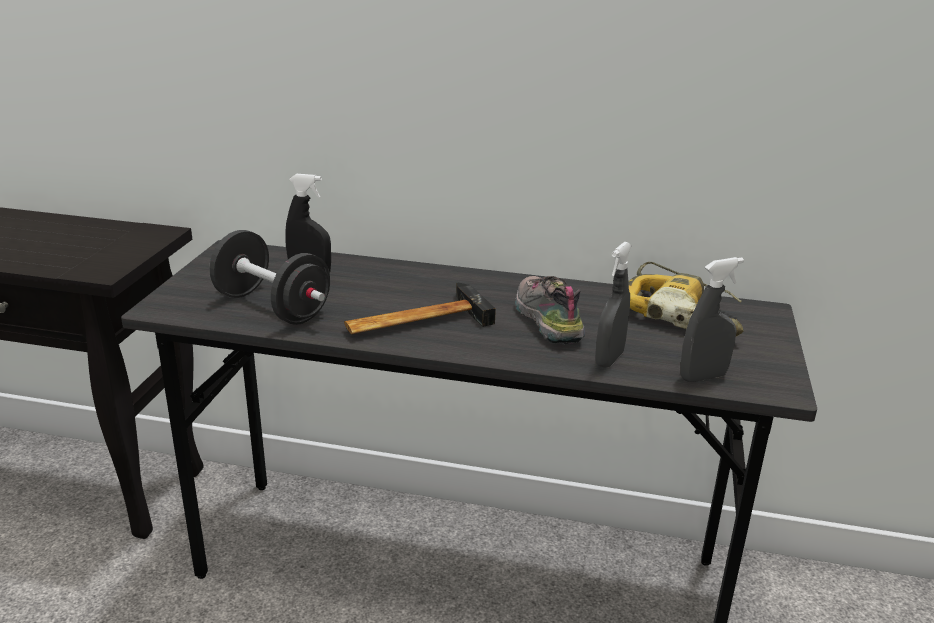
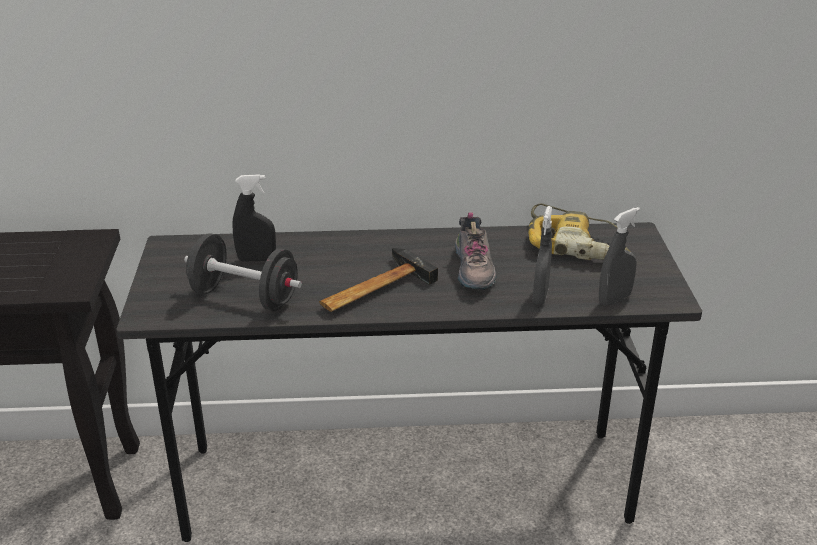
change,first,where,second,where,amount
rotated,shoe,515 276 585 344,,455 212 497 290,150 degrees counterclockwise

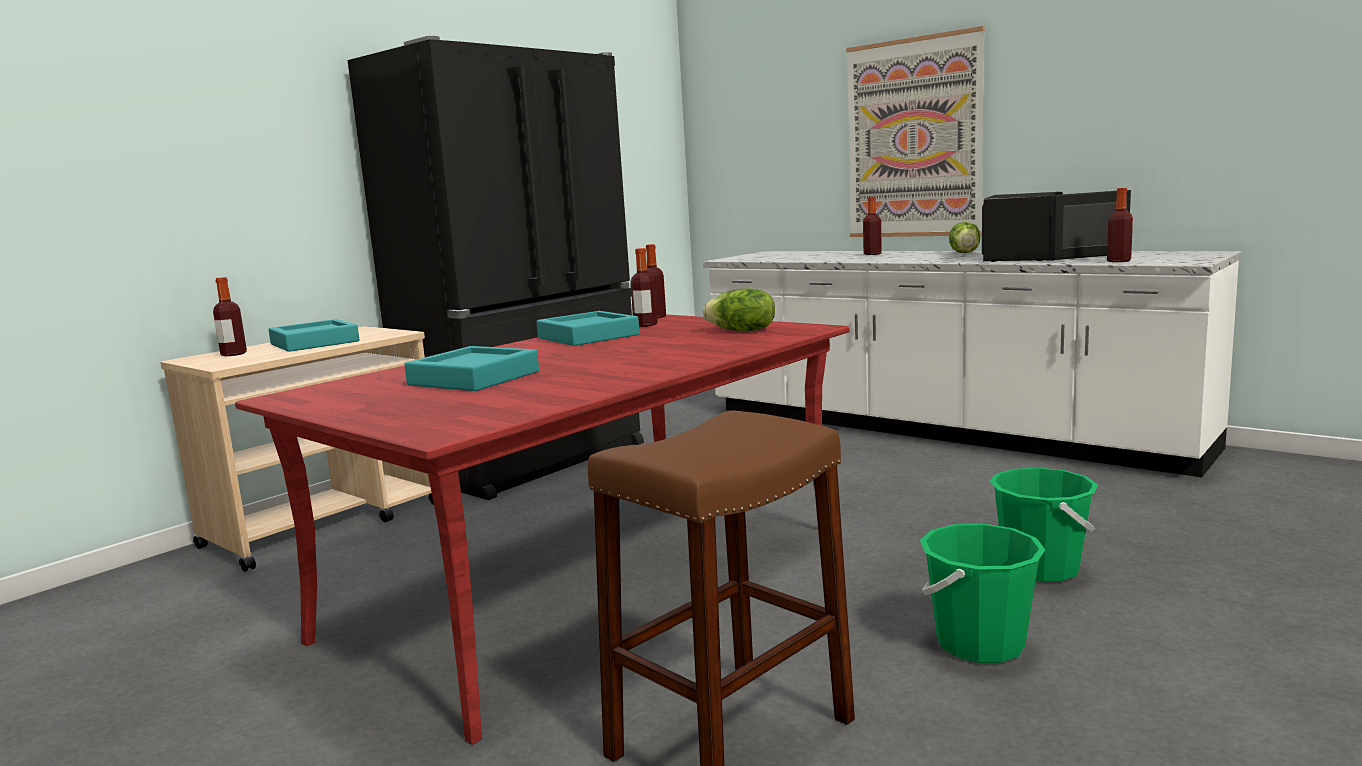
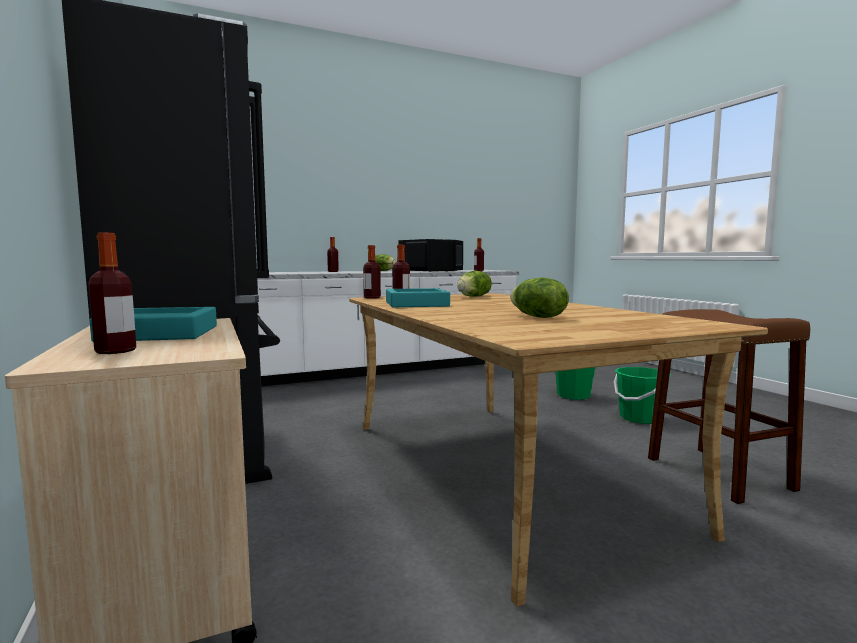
change,first,where,second,where,amount
repainted,dining table (red),235 314 850 745,dining table (beige),349 293 768 607,
swapped,tray (turquoise),405 346 539 391,lettuce,510 277 569 318,
gone,picture,846 26 985 237,,,

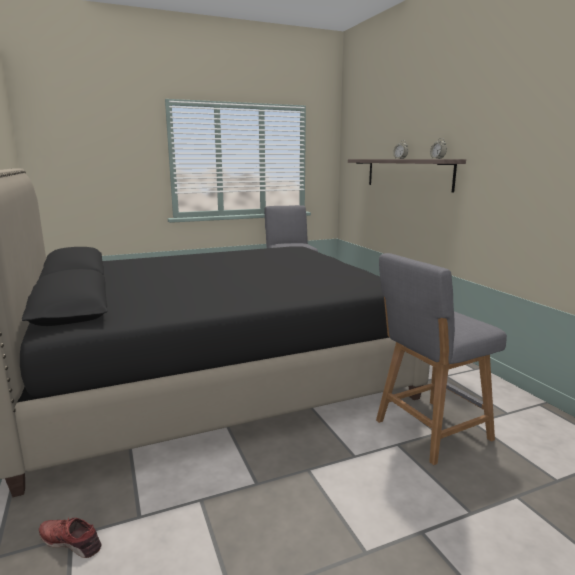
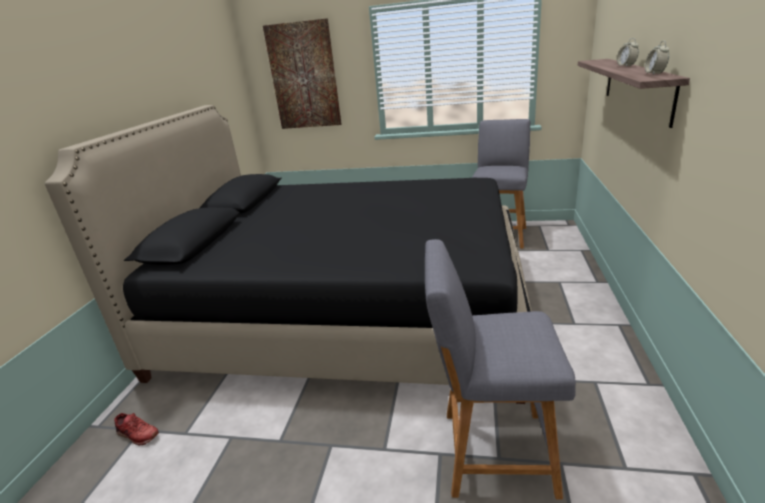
change,first,where,second,where,amount
rotated,shoe (red),39 517 101 558,,114 413 159 445,150 degrees clockwise
new,,,picture,263 18 342 129,

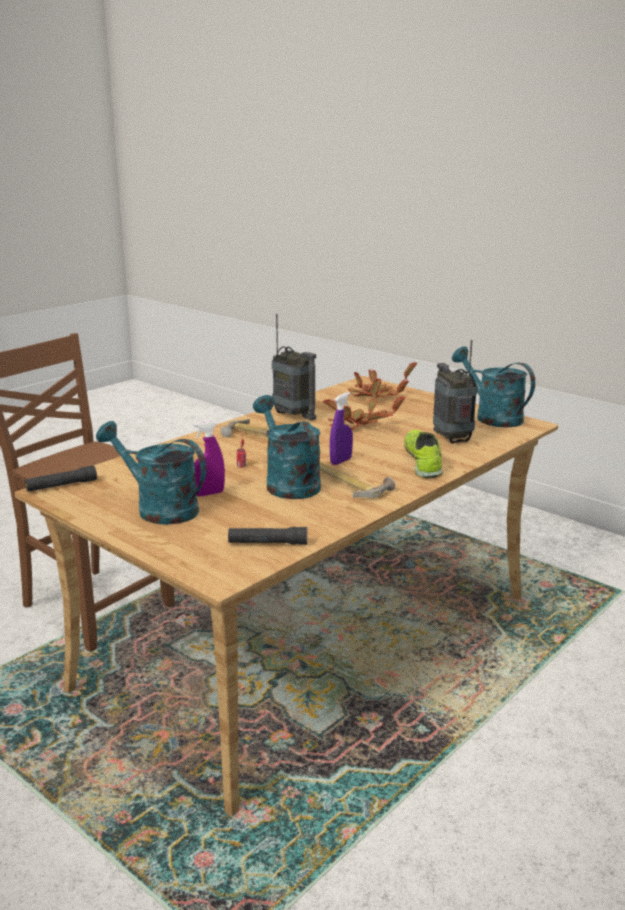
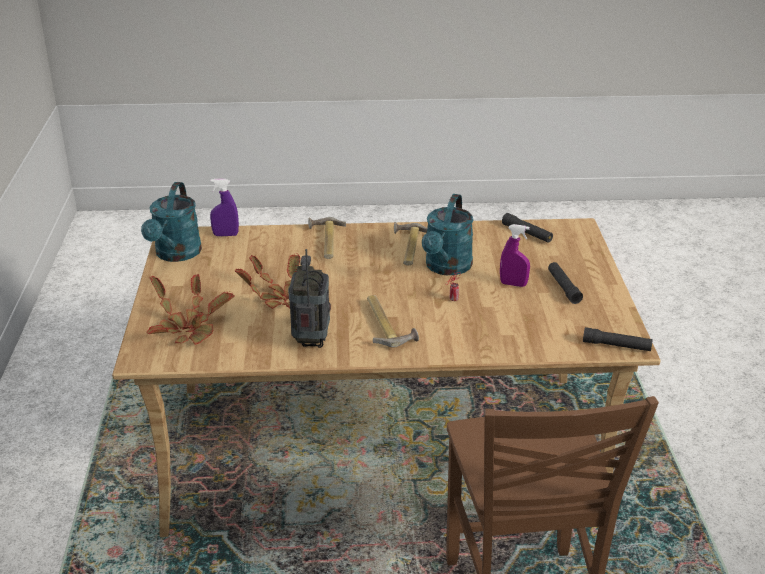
change,first,where,second,where,amount
shifted,spray bottle (purple),330 392 353 465,,210 179 239 236,
swapped,shoe,404 430 442 478,hammer,308 217 346 259,
swapped,watering can (turquoise),96 421 206 525,flashlight (black),548 262 583 304,
gone,radio,433 340 478 443,,,

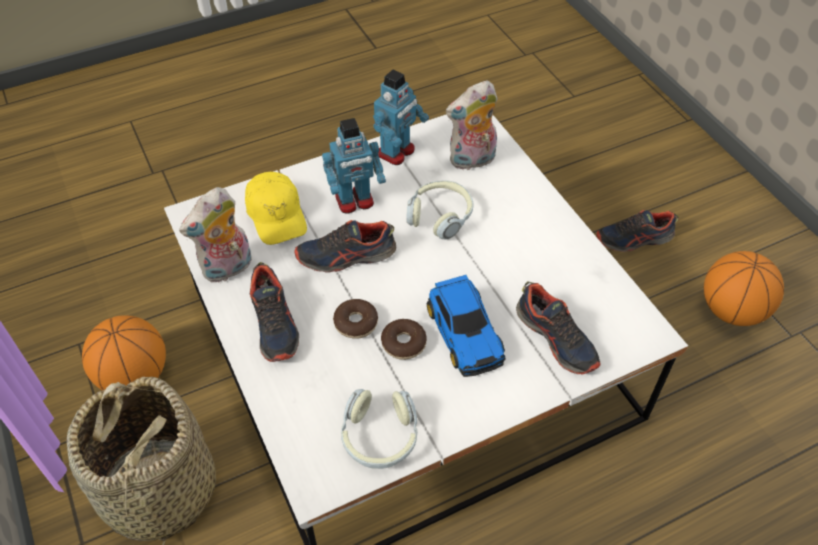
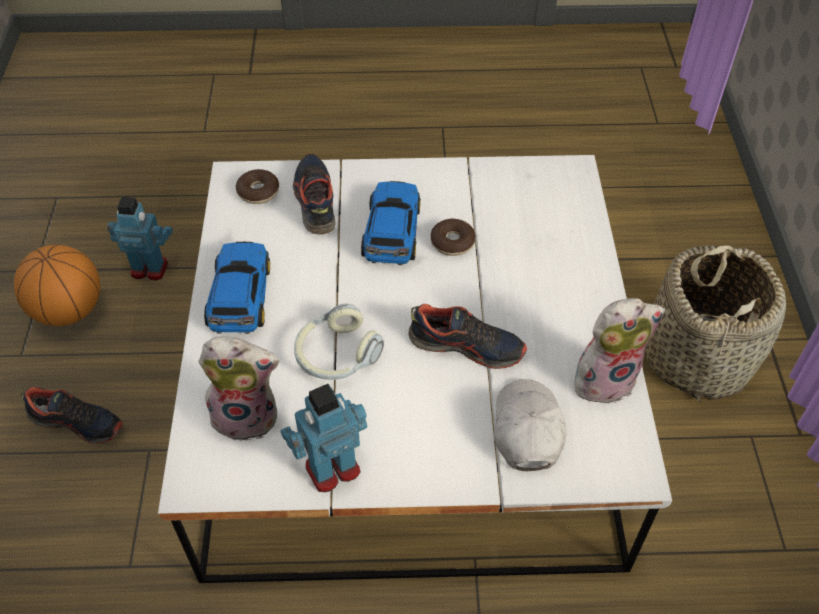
change,first,where,second,where,amount
shifted,toy robot,322 118 386 213,,107 197 173 281,
new,,,toy car,204 242 270 334,
shifted,donut,333 299 378 339,,236 169 279 204,
repainted,cap (yellow),245 172 307 245,cap (white),494 379 567 471,
gone,basketball,82 315 166 391,,,
gone,shoe,250 262 299 362,,,
gone,headphones,341 389 417 469,,,

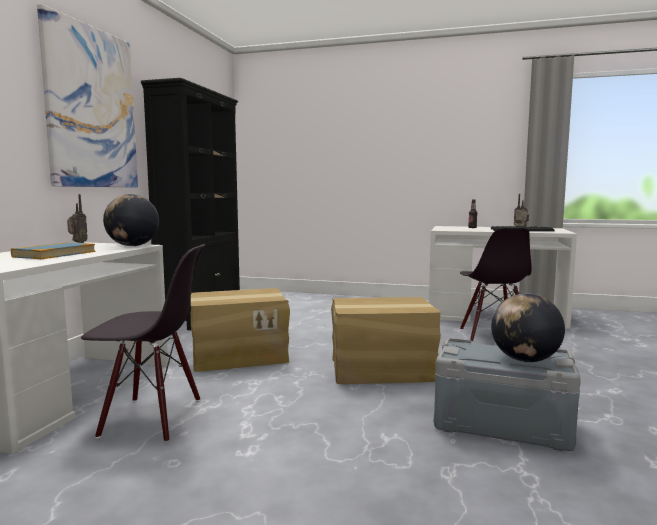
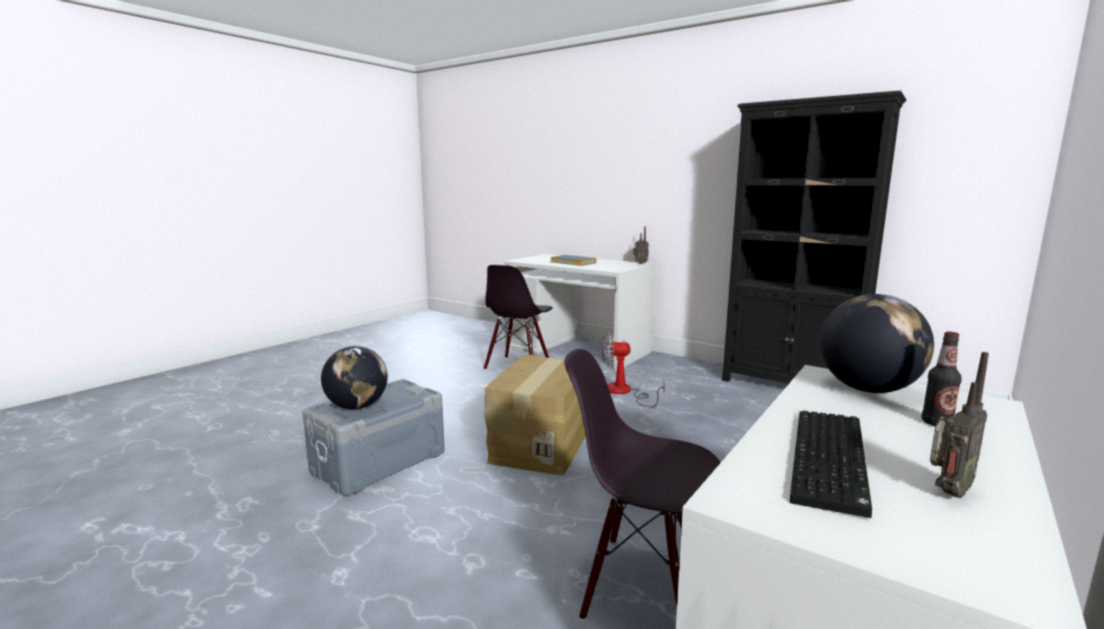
change,first,where,second,where,amount
swapped,cardboard box,191 288 290 372,fan,602 333 665 407,
shifted,globe,103 194 159 246,,820 294 934 393,
gone,picture,37 4 138 188,,,

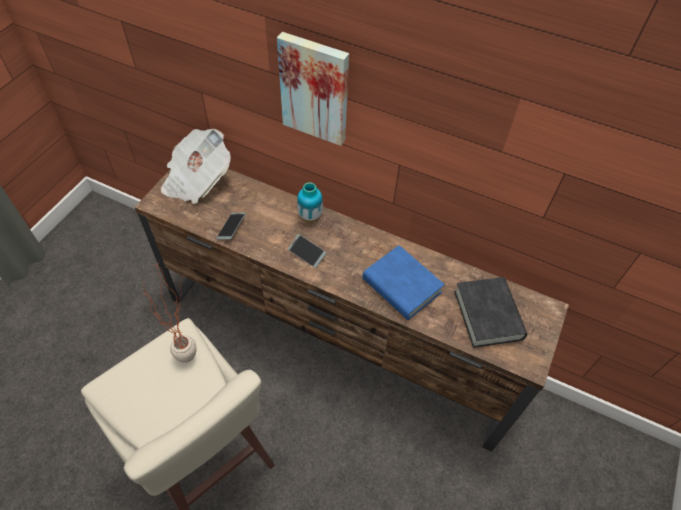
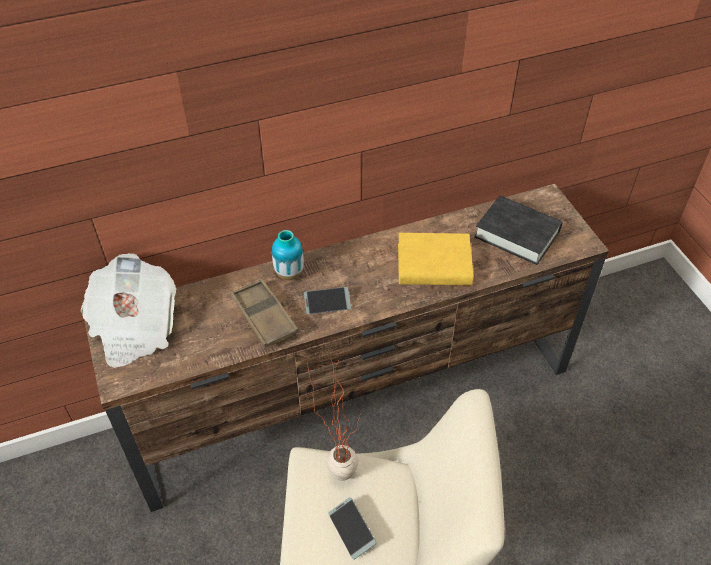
change,first,where,second,where,amount
new,,,tray (brown),230 279 299 348,
shifted,phone,216 212 246 240,,329 497 376 560,
repainted,book (blue),363 245 445 320,book (yellow),398 233 473 286,
gone,picture,277 32 349 146,,,

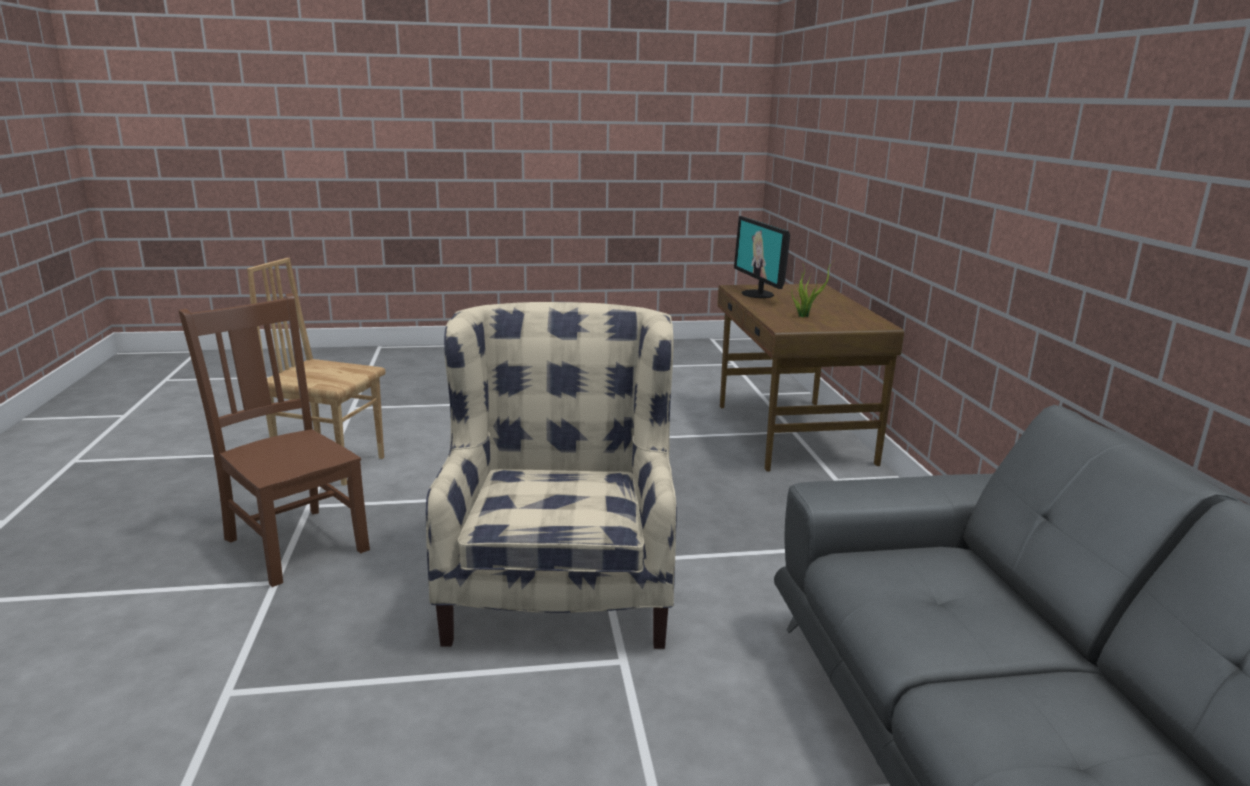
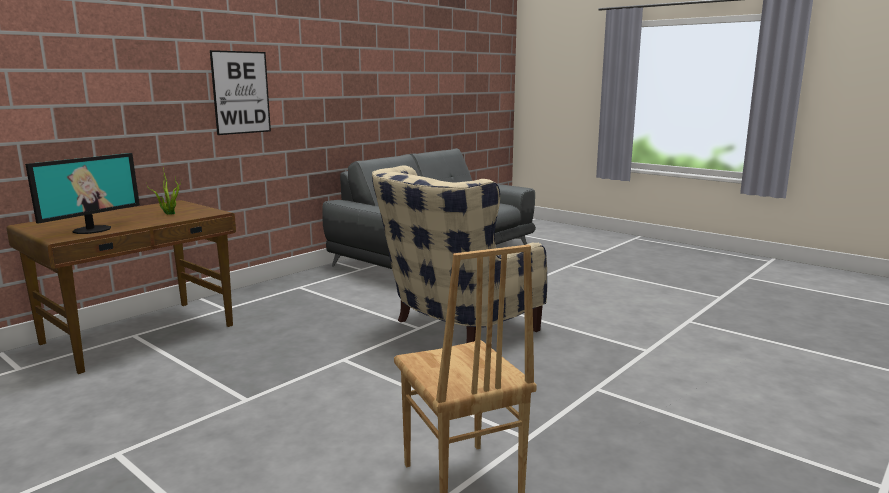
change,first,where,second,where,amount
new,,,picture,210 50 271 135,
gone,chair (brown),178 293 370 587,,,

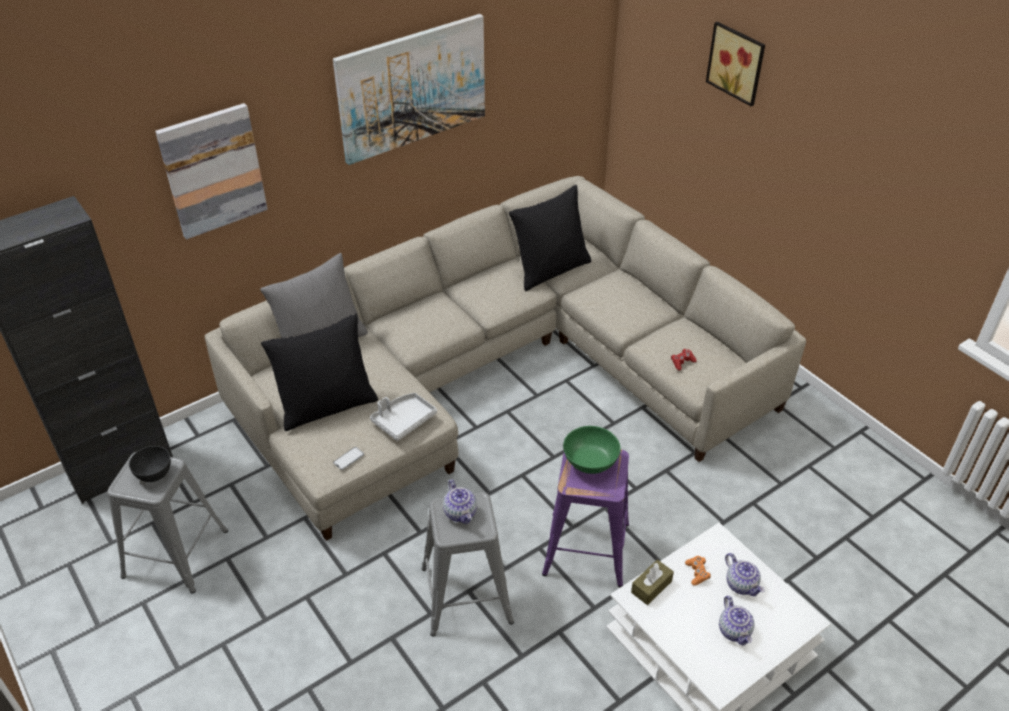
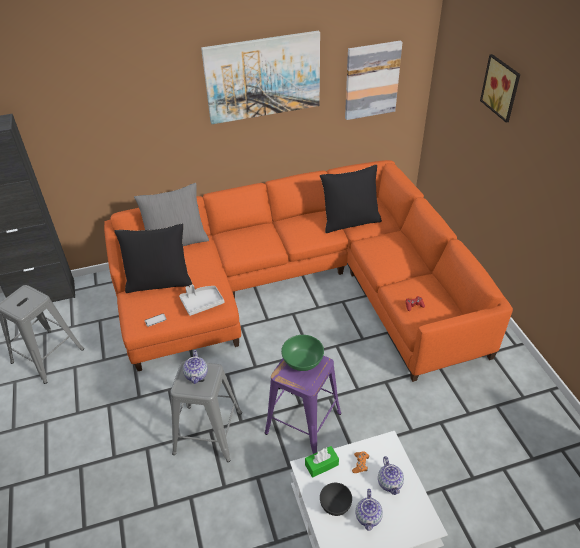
change,first,where,second,where,amount
repainted,sofa (beige),205 176 806 541,sofa (orange),104 160 513 382,
repainted,tissue box (brown),631 560 674 605,tissue box (green),305 446 339 478,
shifted,bowl (grey),129 446 171 482,,320 483 352 516,
shifted,picture,155 103 268 239,,345 40 402 120,

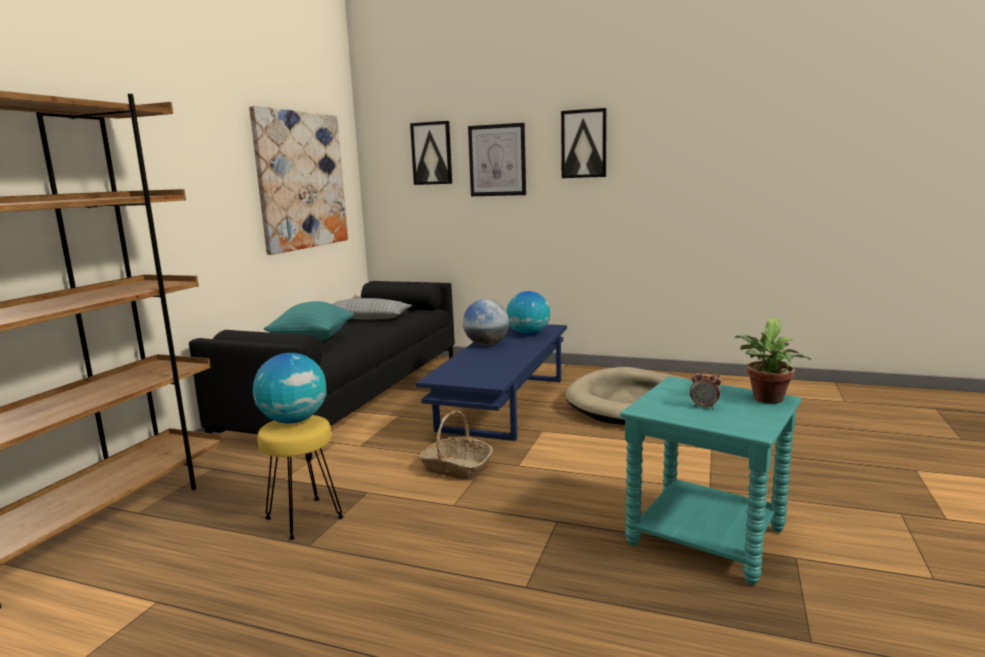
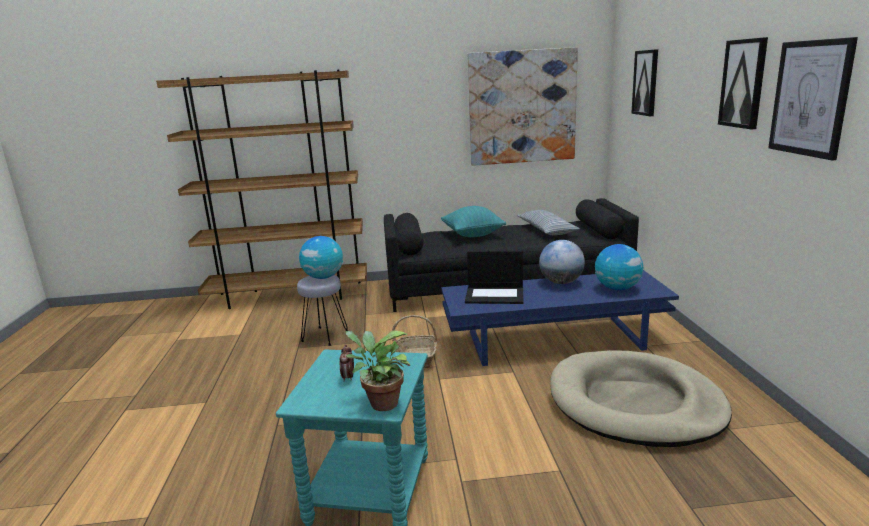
change,first,where,second,where,amount
repainted,stool (yellow),257 415 343 540,stool (grey),297 275 348 346,
new,,,laptop,465 251 523 304,
shifted,picture,468 123 526 196,,768 37 858 161,

